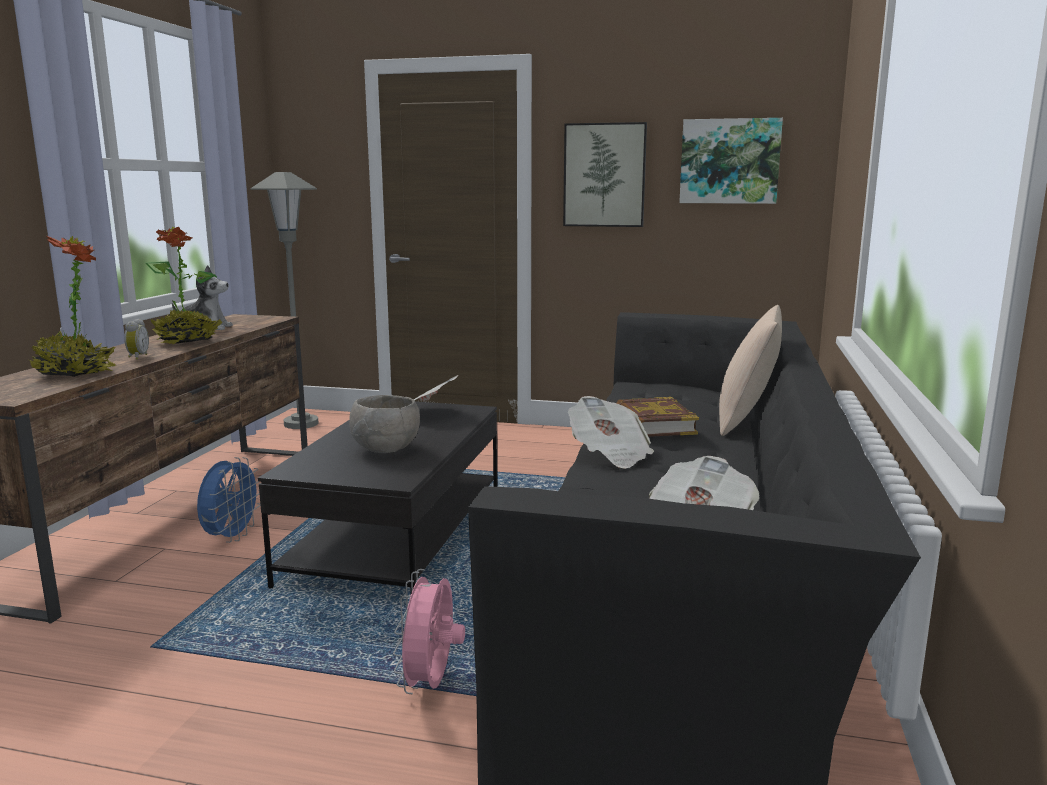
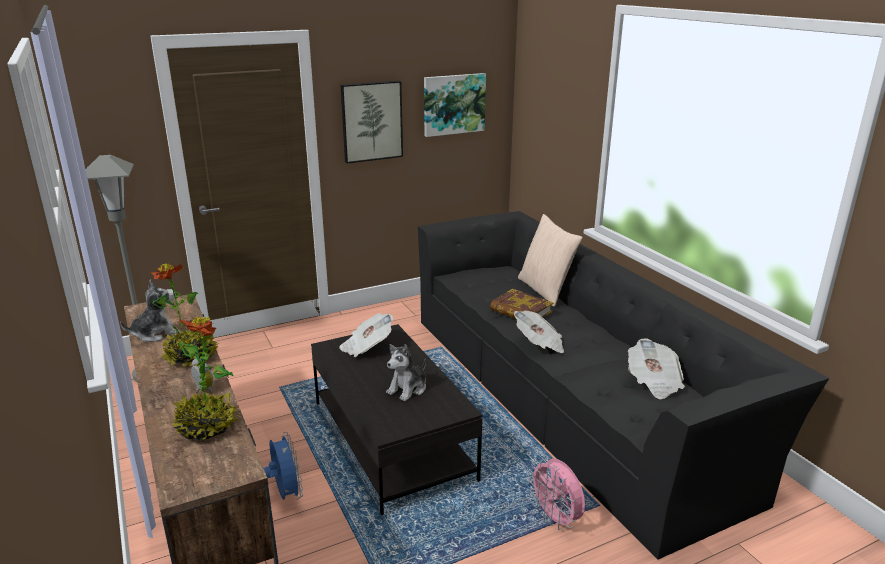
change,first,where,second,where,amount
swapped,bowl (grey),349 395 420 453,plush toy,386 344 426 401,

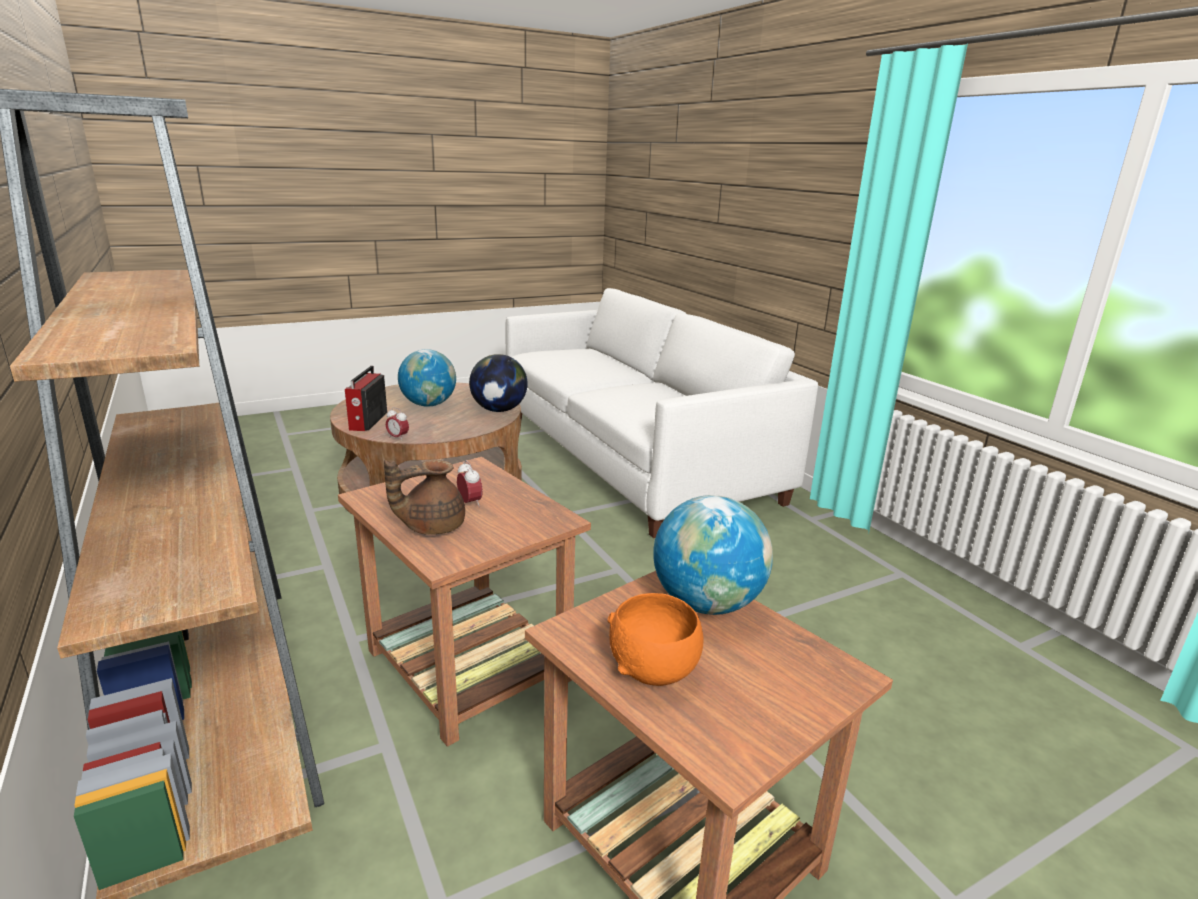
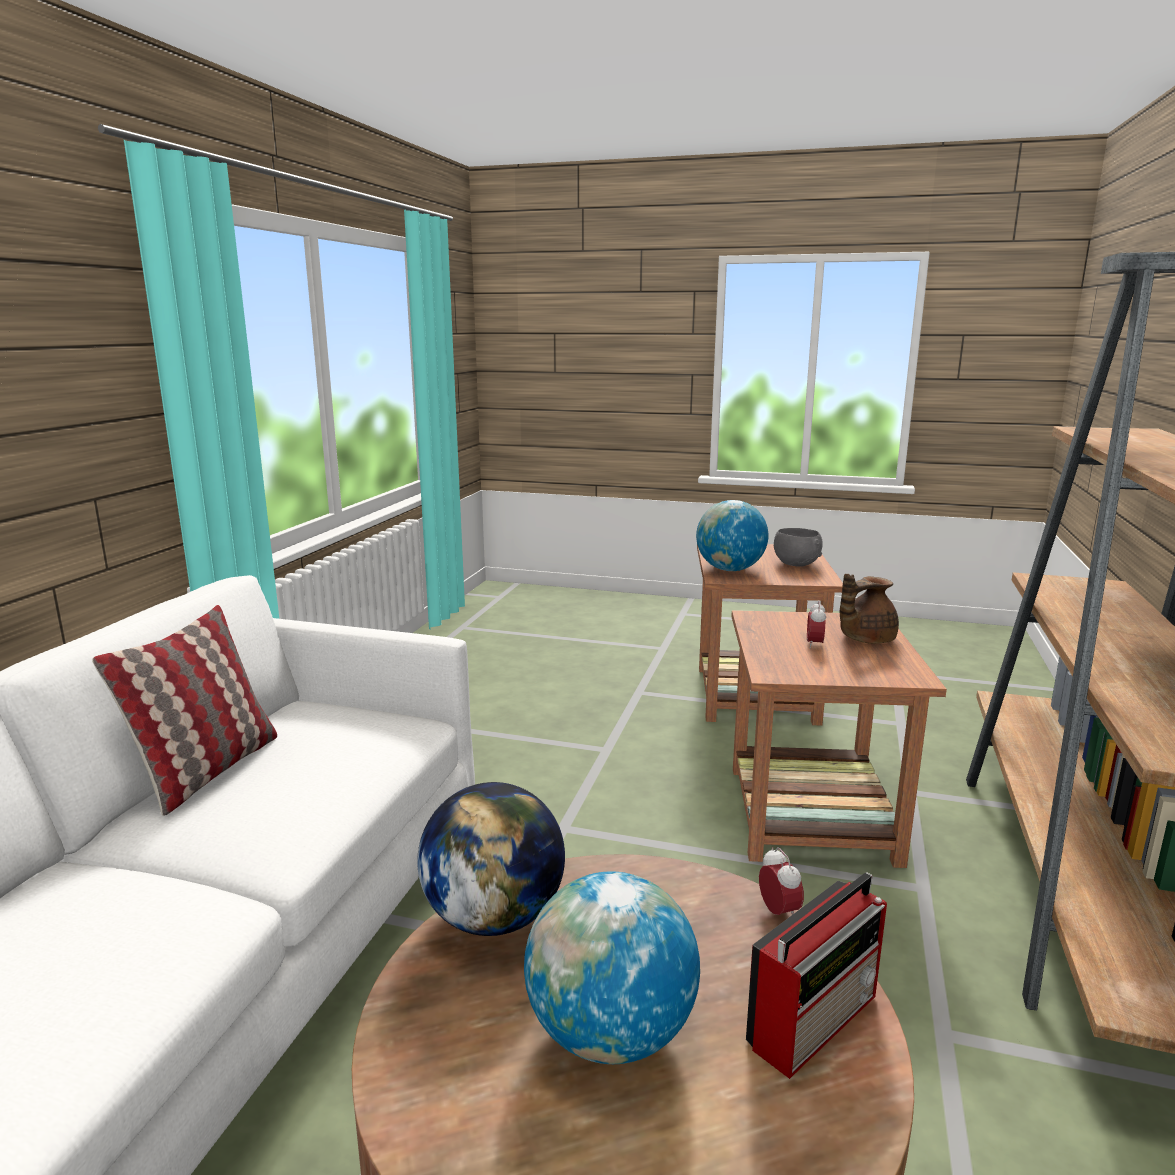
change,first,where,second,where,amount
new,,,pillow,92 605 277 816,
repainted,bowl (orange),608 593 703 686,bowl (grey),774 528 823 567,
rotated,teapot (brown),384 460 465 535,,840 574 899 644,135 degrees clockwise

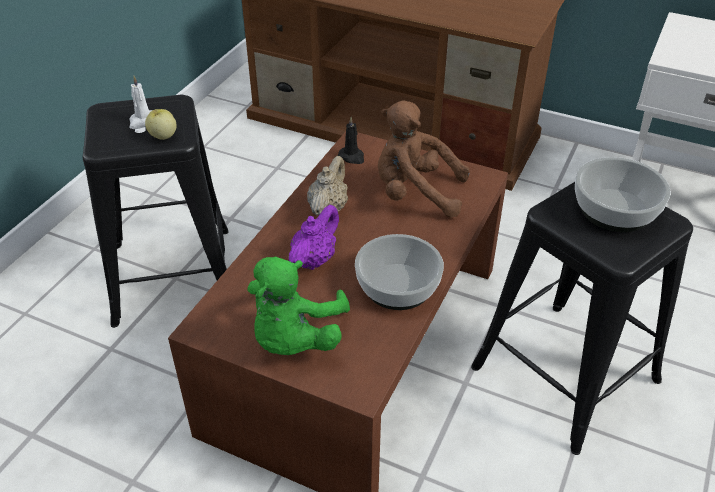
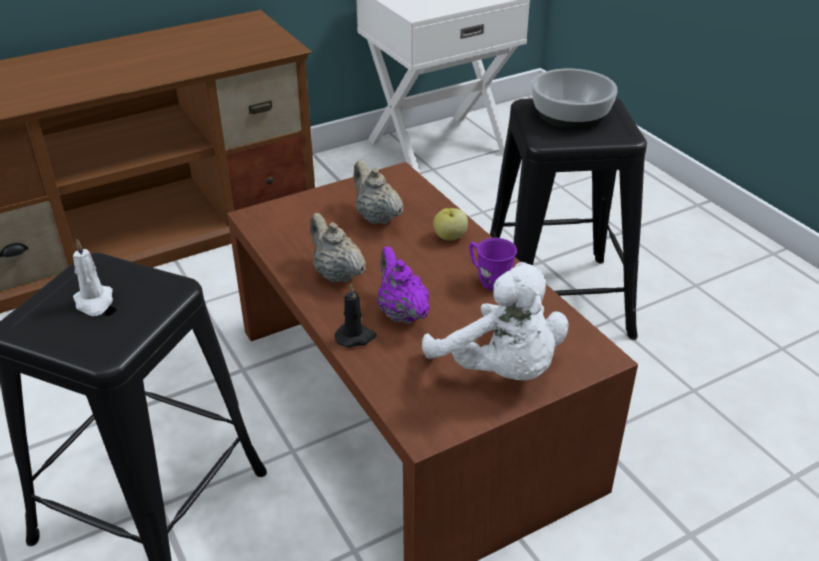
change,first,where,second,where,amount
shifted,candle (black),338 117 364 164,,335 284 377 347,
swapped,plush toy (brown),378 101 470 218,teapot (beige),353 160 404 224,
repainted,plush toy (green),247 256 350 355,plush toy (white),422 262 569 380,
shifted,apple,145 109 177 140,,433 208 468 241,
swapped,bowl,355 234 444 310,mug (purple),469 238 517 291,

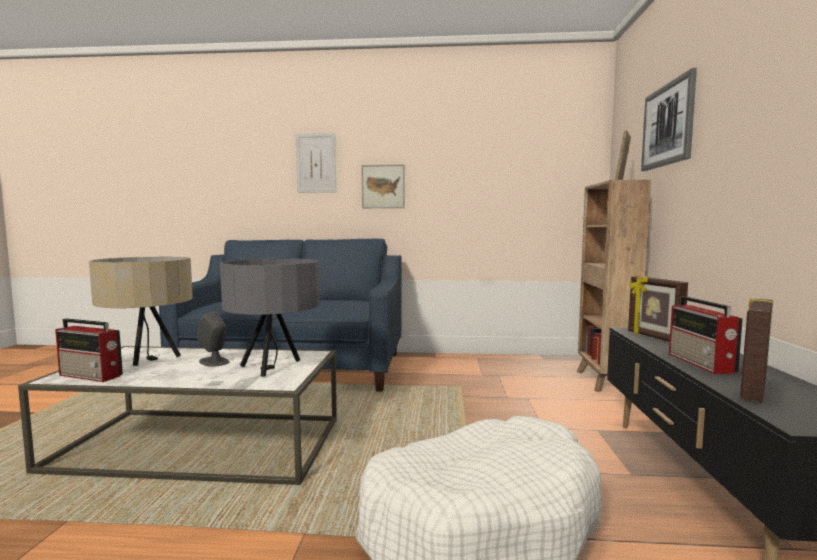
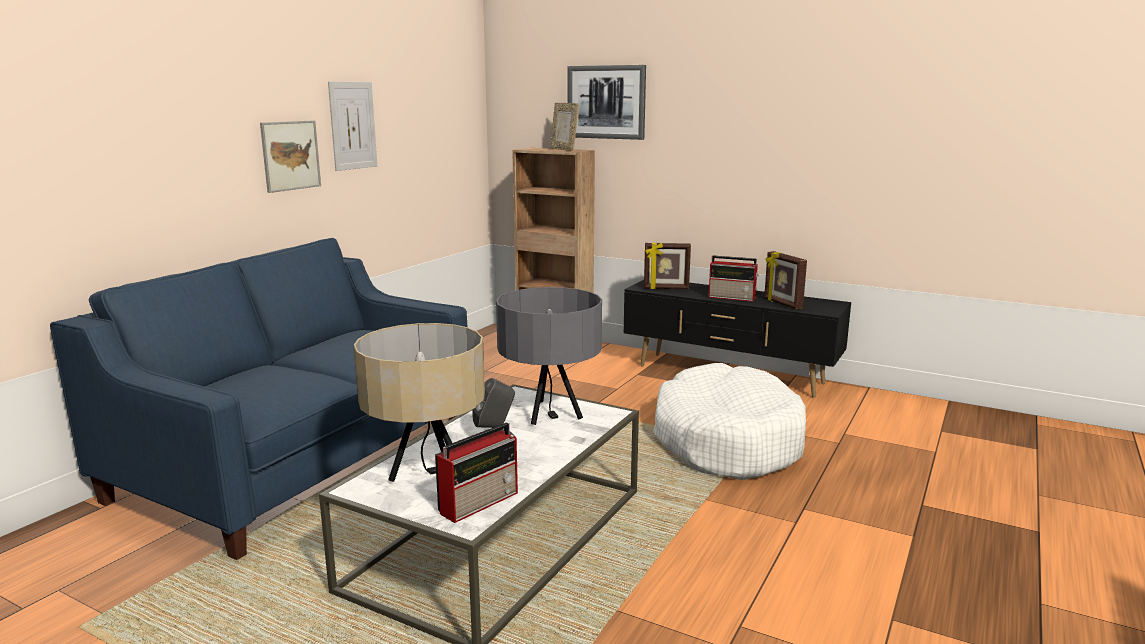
change,first,where,second,where,amount
shifted,picture,296 132 336 193,,328 82 377 171,

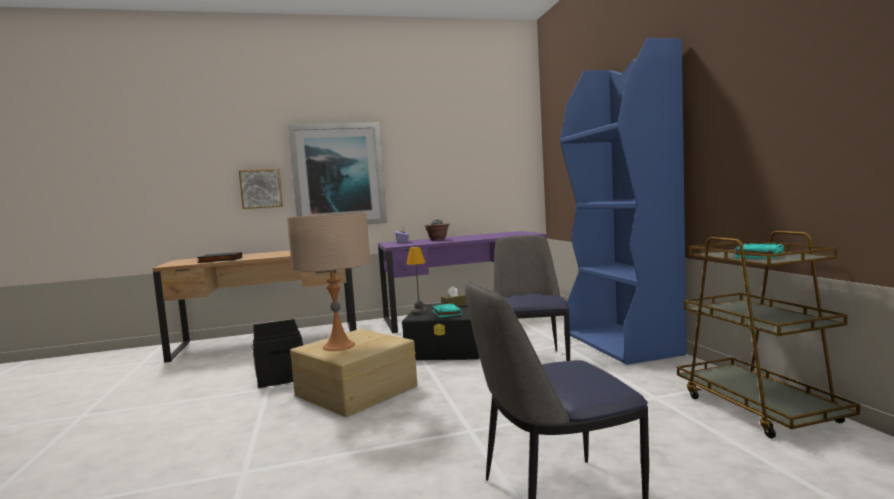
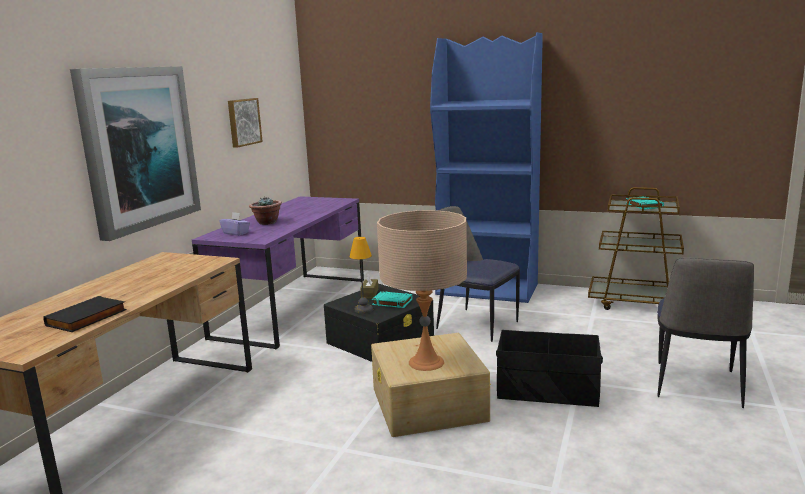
change,first,where,second,where,amount
shifted,picture,239 169 283 209,,228 98 263 148,
shifted,storage box (black),253 319 303 388,,496 330 603 407,

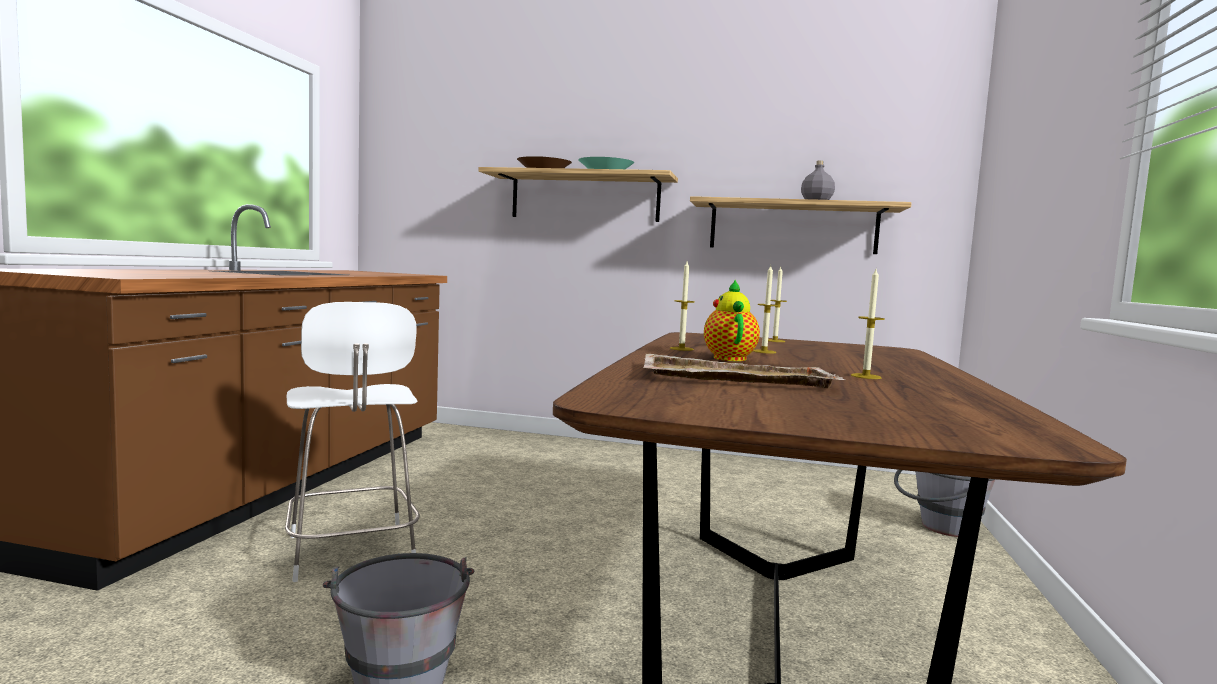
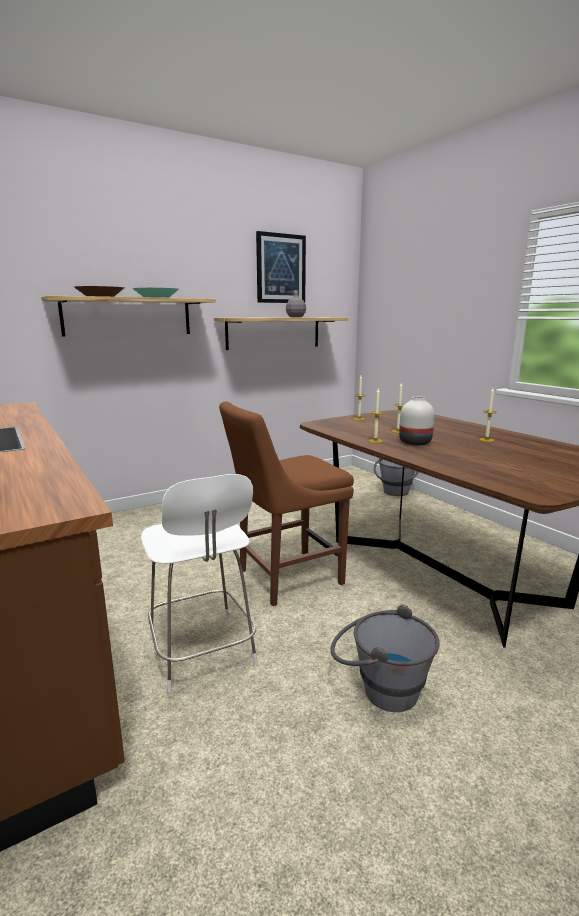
change,first,where,second,where,amount
rotated,chair (white),285 302 420 582,,141 474 258 693,45 degrees clockwise
new,,,chair (brown),219 402 354 606,
new,,,picture,256 231 306 303,
swapped,teapot,704 280 760 361,vase (white),399 396 435 445,
gone,tray (beige),643 354 845 388,,,

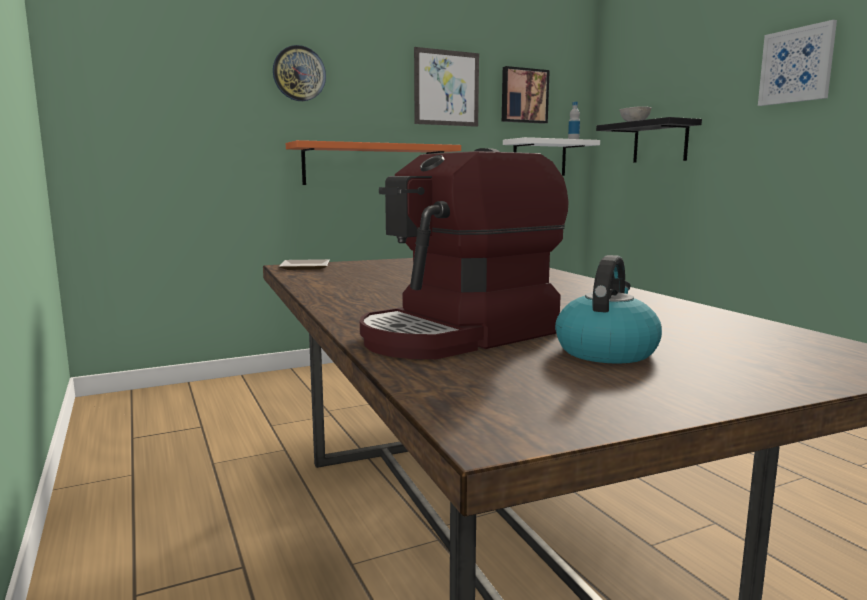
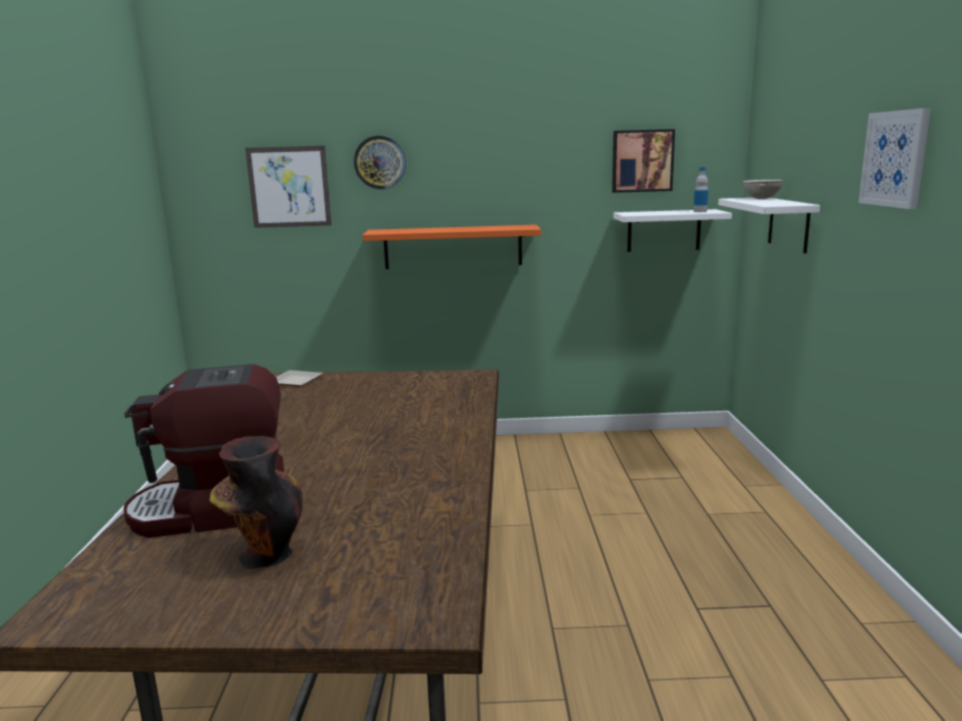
change,first,where,second,where,amount
swapped,kettle,555 255 662 364,vase,210 436 303 569,
shifted,picture,414 47 479 127,,245 146 332 228,
repainted,shelf (black),596 117 702 163,shelf (white),718 198 820 254,

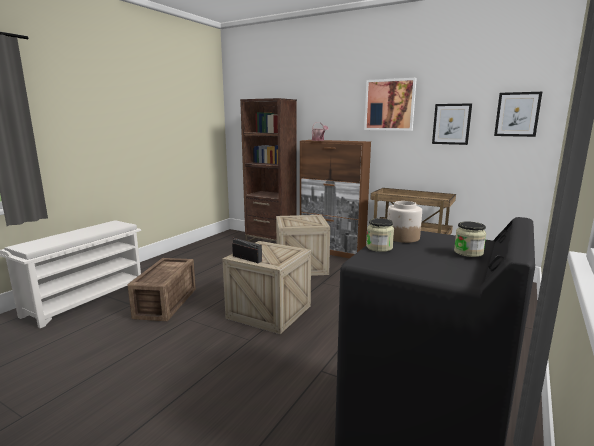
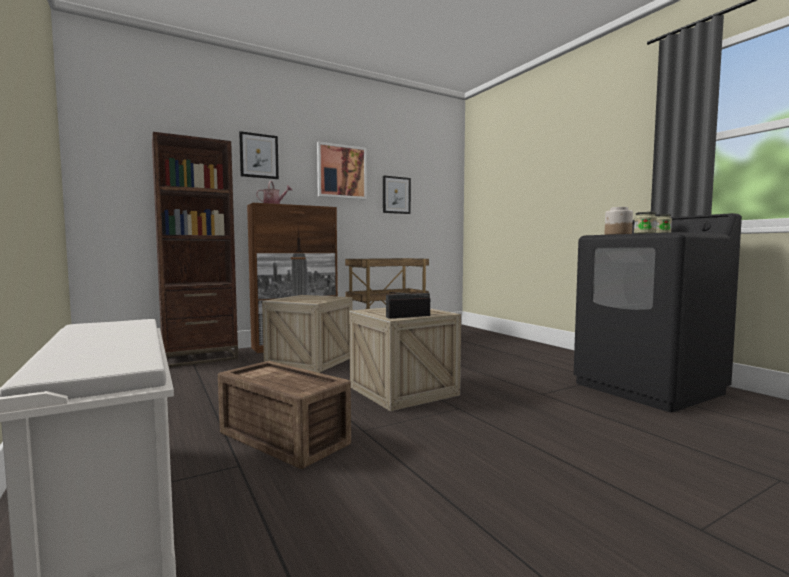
change,first,where,second,where,amount
shifted,picture,494 92 542 137,,239 131 279 179,

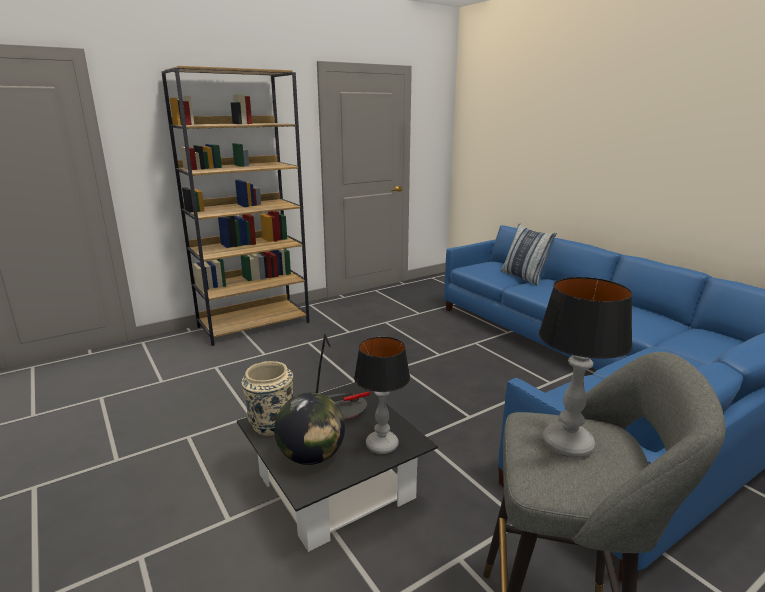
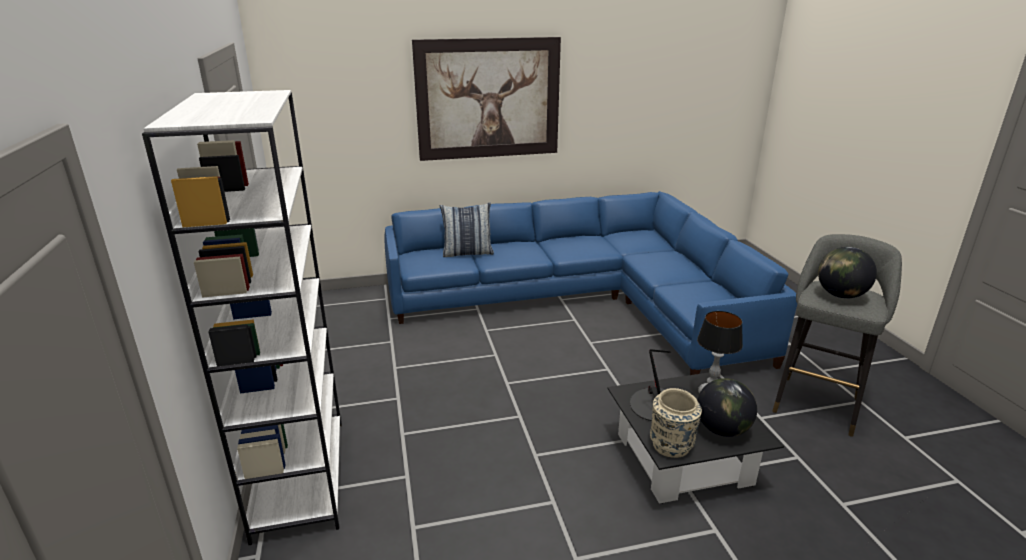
change,first,where,second,where,amount
repainted,bookcase (brown),161 66 310 346,bookcase (white),142 90 342 545,
new,,,picture,412 37 561 161,
swapped,table lamp,539 277 633 458,globe,818 247 877 298,

